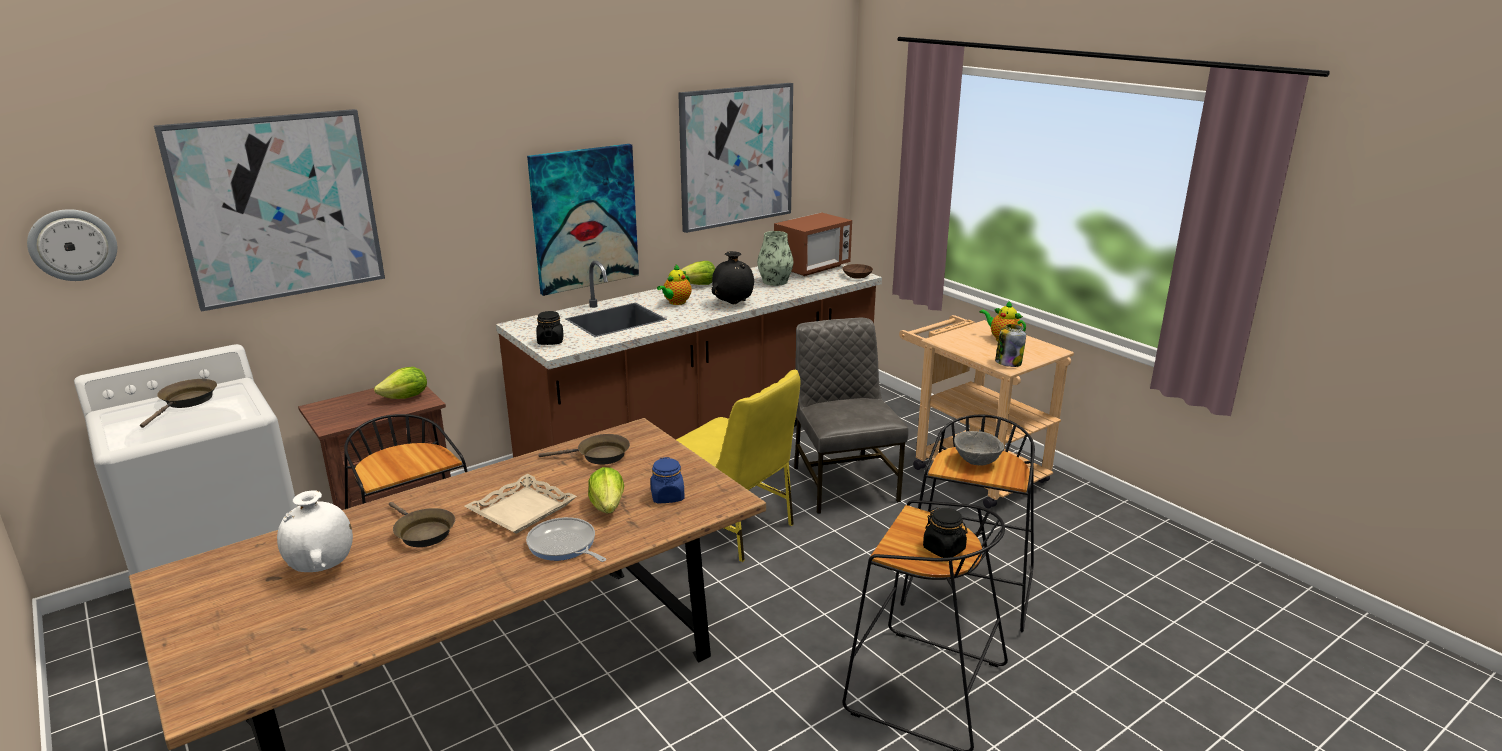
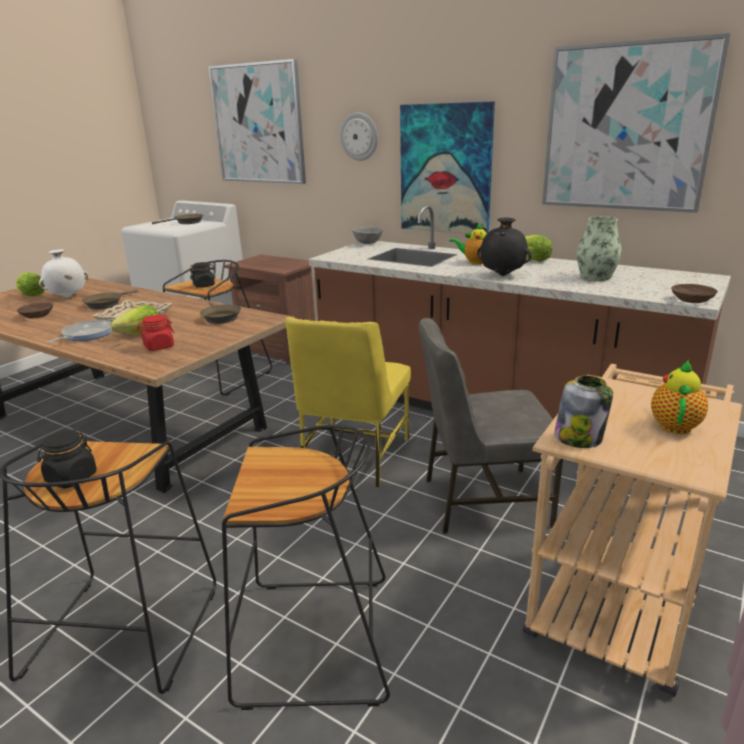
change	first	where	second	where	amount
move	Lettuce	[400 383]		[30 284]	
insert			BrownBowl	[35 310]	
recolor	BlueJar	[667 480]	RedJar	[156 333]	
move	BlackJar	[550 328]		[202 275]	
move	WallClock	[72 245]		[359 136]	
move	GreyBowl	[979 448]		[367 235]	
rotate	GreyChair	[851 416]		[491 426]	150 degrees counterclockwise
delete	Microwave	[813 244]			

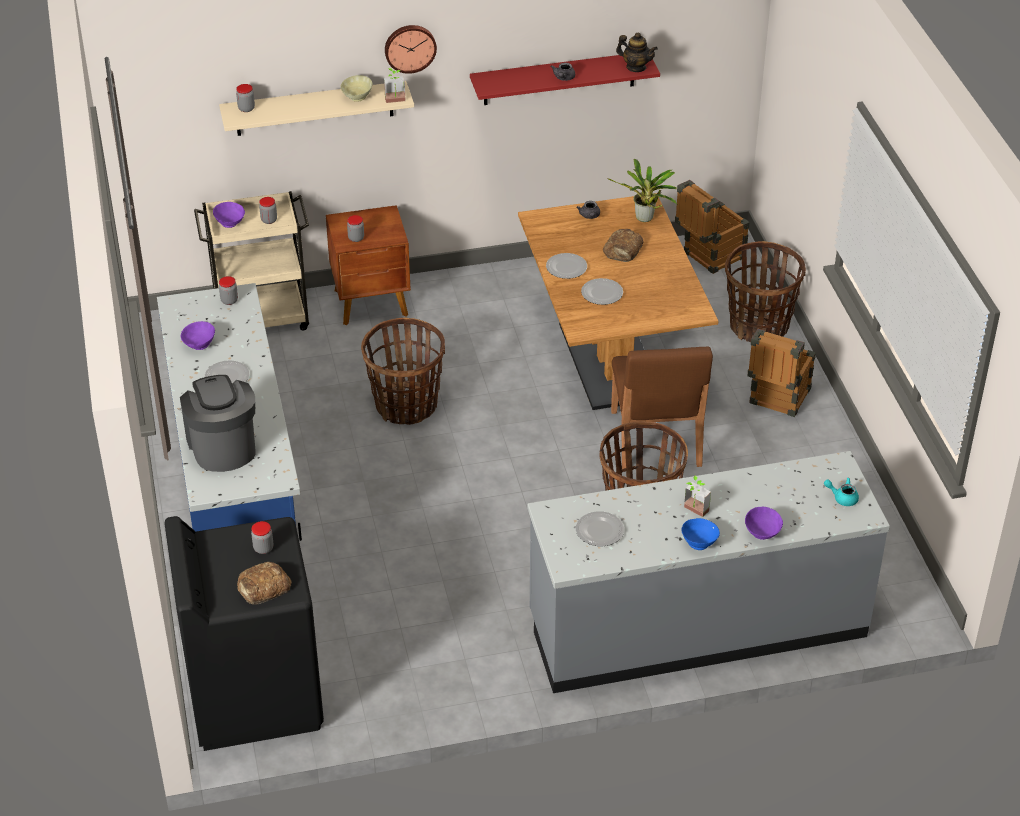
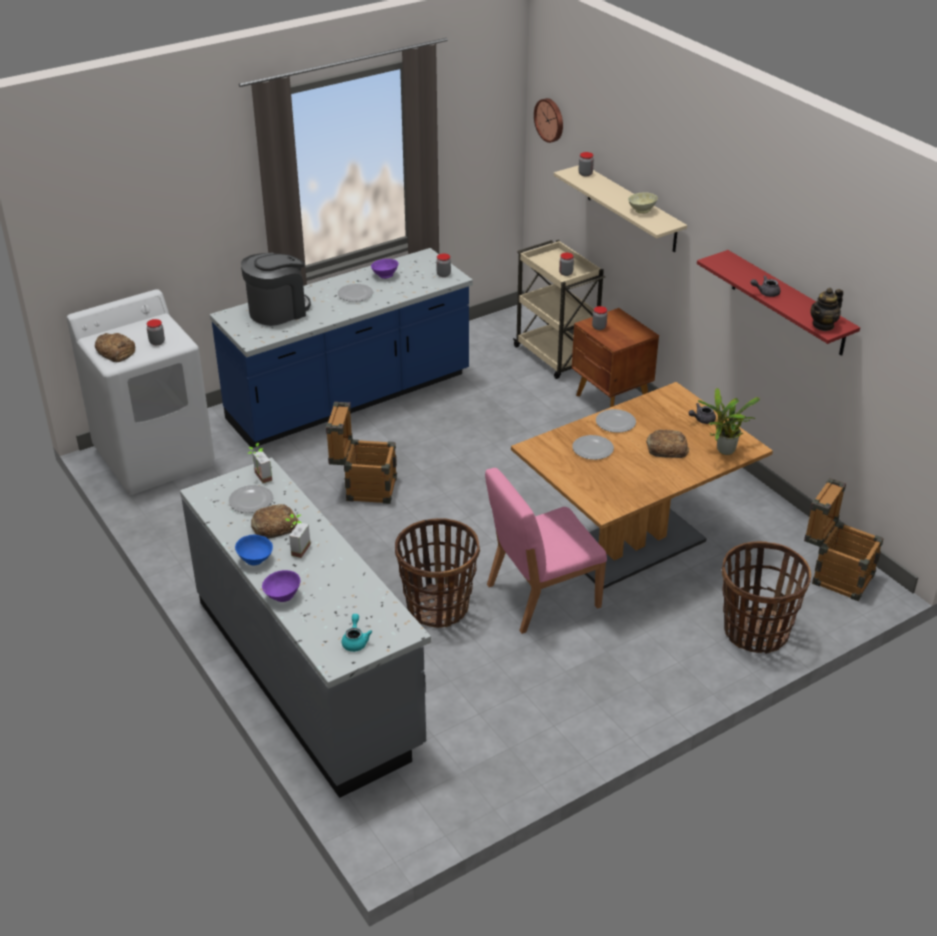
change	first	where	second	where	amount
recolor	BlackWashingMachine	[244 633]	WhiteWashingMachine	[141 392]	
move	PottedPlant	[395 85]		[260 463]	
insert			Bread	[275 521]	
move	Crate	[781 373]		[361 453]	
recolor	BrownChair	[662 408]	PinkChair	[546 551]	
move	WallClock	[411 49]		[548 120]	
rotate	Teapot	[637 52]		[827 309]	45 degrees clockwise
delete	PurpleBowl	[229 215]			
delete	Basket	[403 371]			

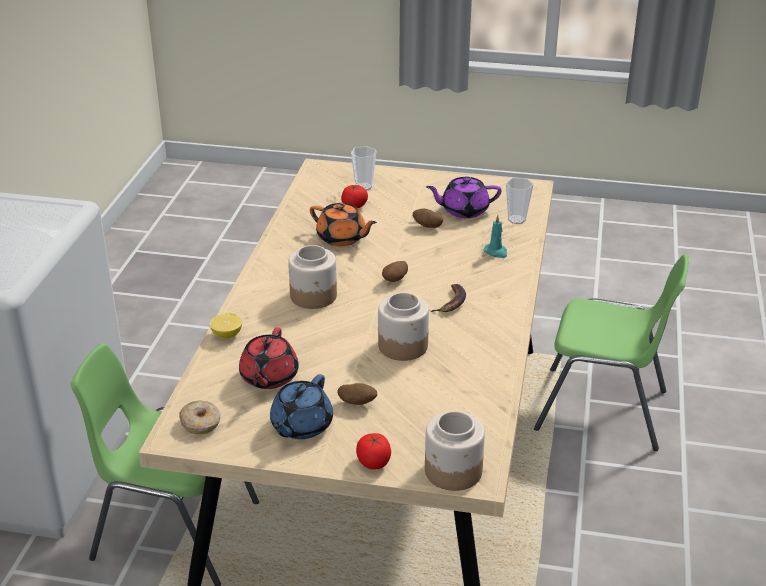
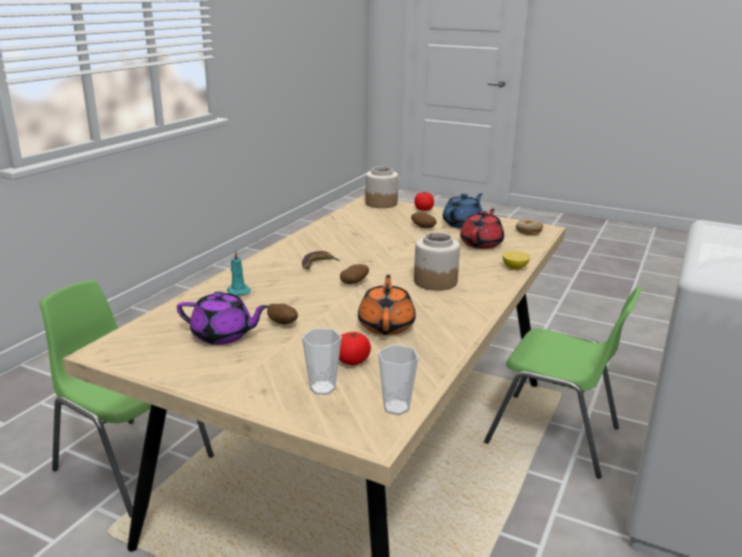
change	first	where	second	where	amount
rotate	OrangeTeapot	[343 224]		[387 305]	45 degrees clockwise
move	Cup	[519 201]		[398 379]	
delete	Jar	[403 326]			

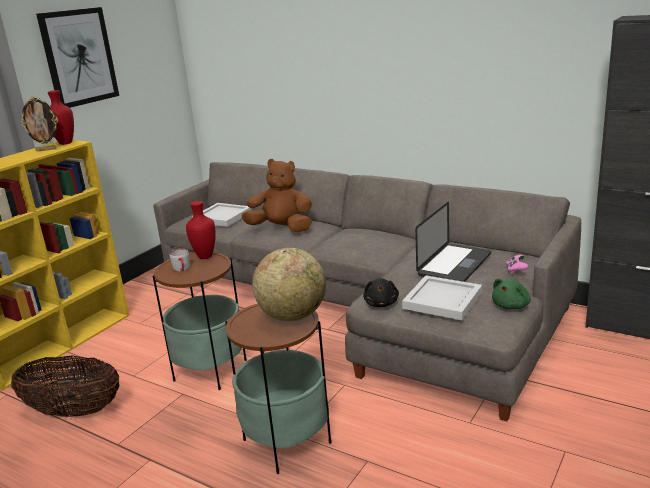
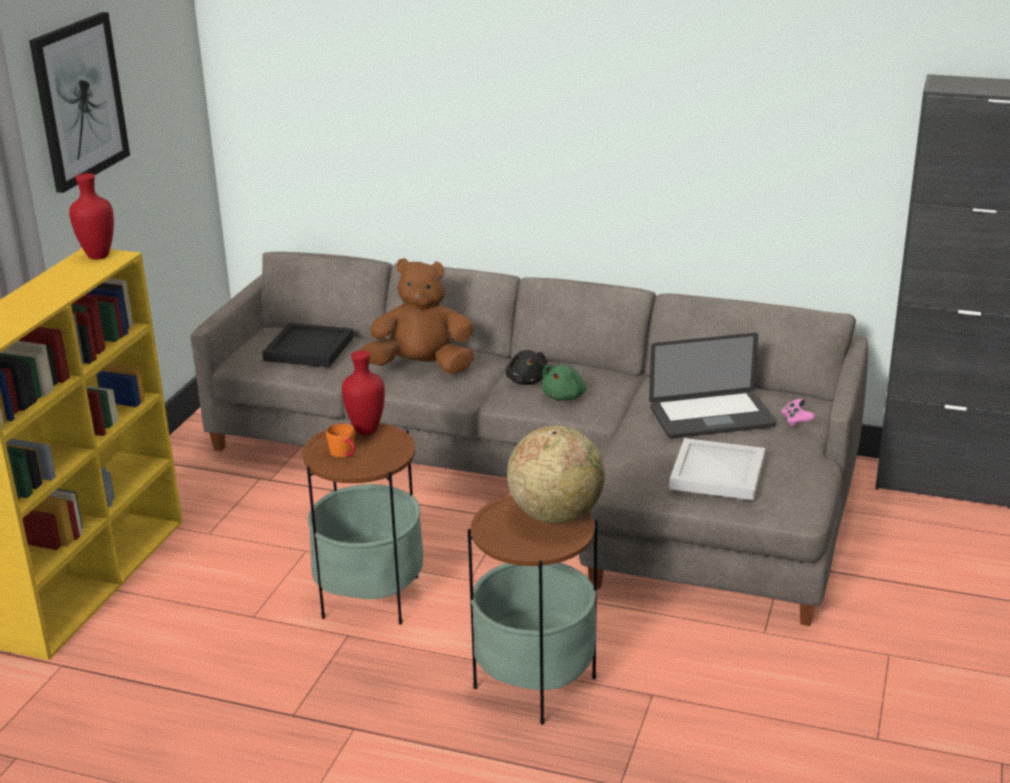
change	first	where	second	where	amount
recolor	WhiteTray	[222 215]	BlackTray	[308 345]	
recolor	GreyMug	[180 260]	OrangeMug	[340 440]	
move	BlackPlushToy	[381 292]		[526 367]	
move	GreenPlushToy	[511 293]		[563 383]	
rotate	Laptop	[453 242]		[712 385]	60 degrees clockwise
delete	Basket	[65 386]			
delete	PictureFrame	[39 123]			

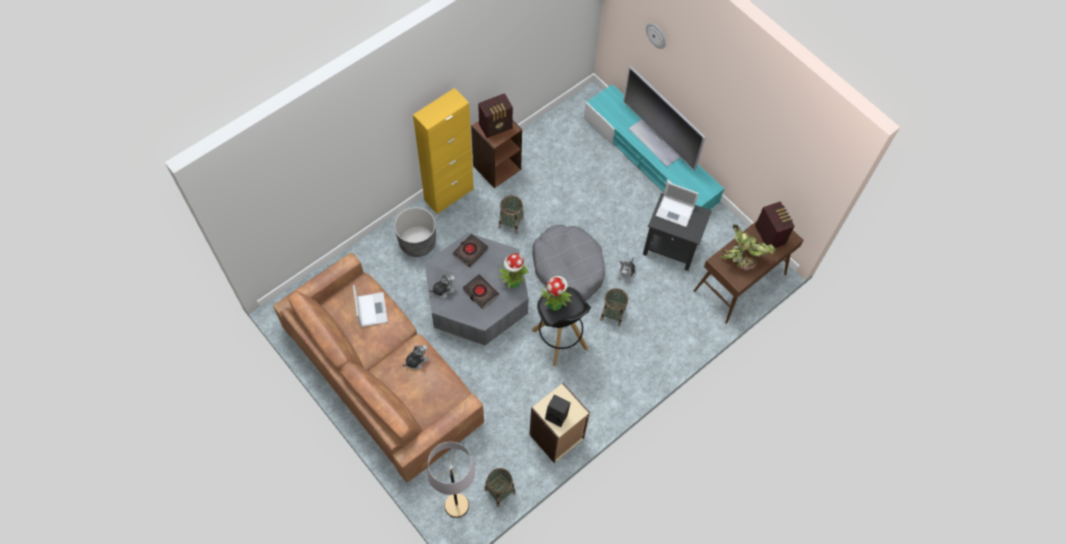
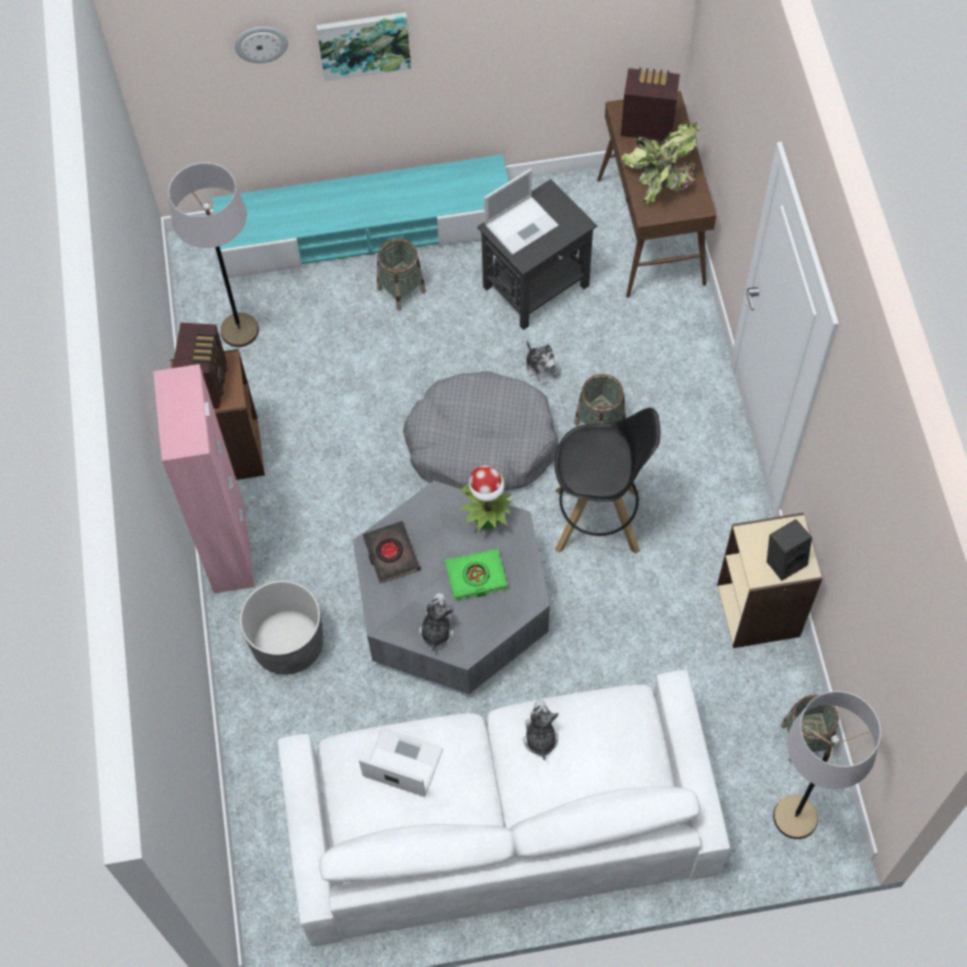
change	first	where	second	where	amount
recolor	YellowCabinet	[443 151]	PinkCabinet	[204 478]	
insert			GreyFloorLamp	[213 254]	
recolor	BrownSofa	[378 367]	WhiteSofa	[504 808]	
insert			Picture	[363 47]	
move	Basket	[511 214]		[401 274]	
recolor	BlackBook	[480 291]	GreenBook	[476 574]	
delete	PottedPlant	[556 293]			
delete	Television	[664 118]			

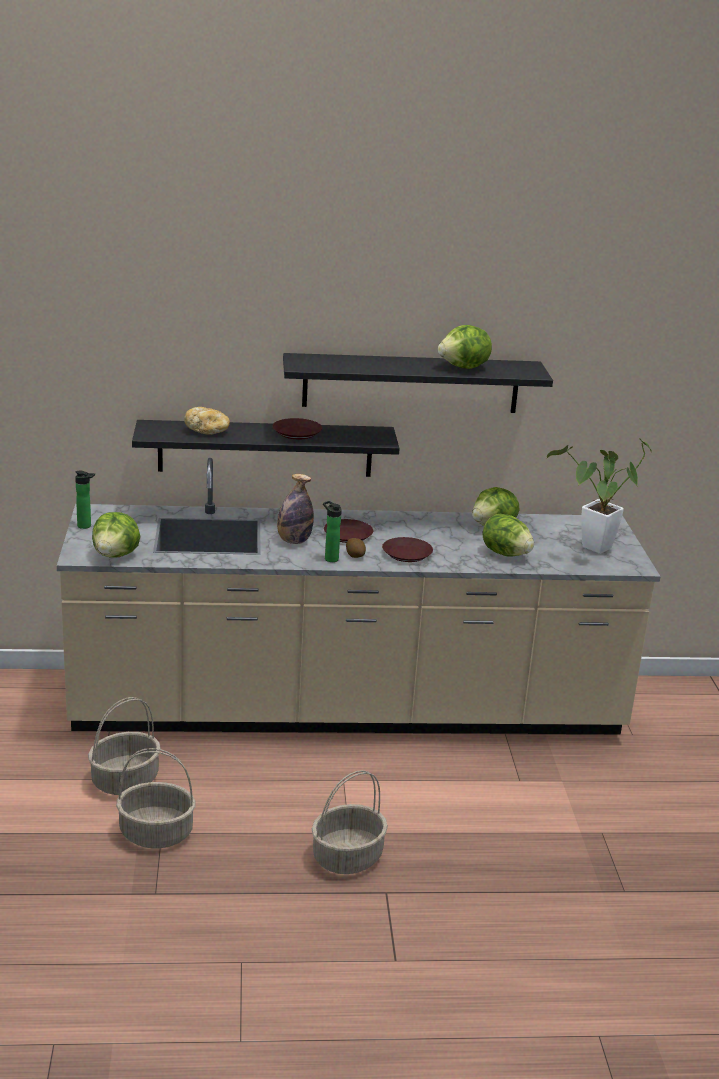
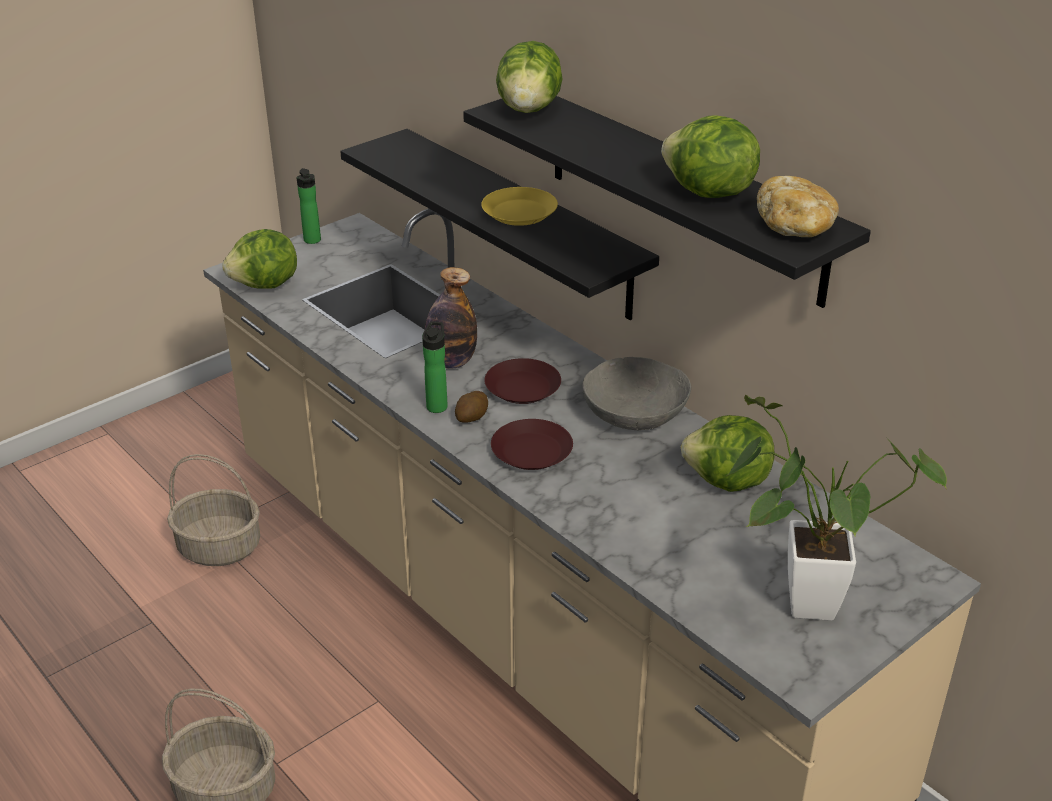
change	first	where	second	where	amount
recolor	BrownPlate	[297 428]	YellowPlate	[519 206]	
move	Lettuce	[508 535]		[529 77]	
insert			GreyBowl	[637 393]	
move	Bread	[207 421]		[798 206]	
delete	Basket	[156 798]			

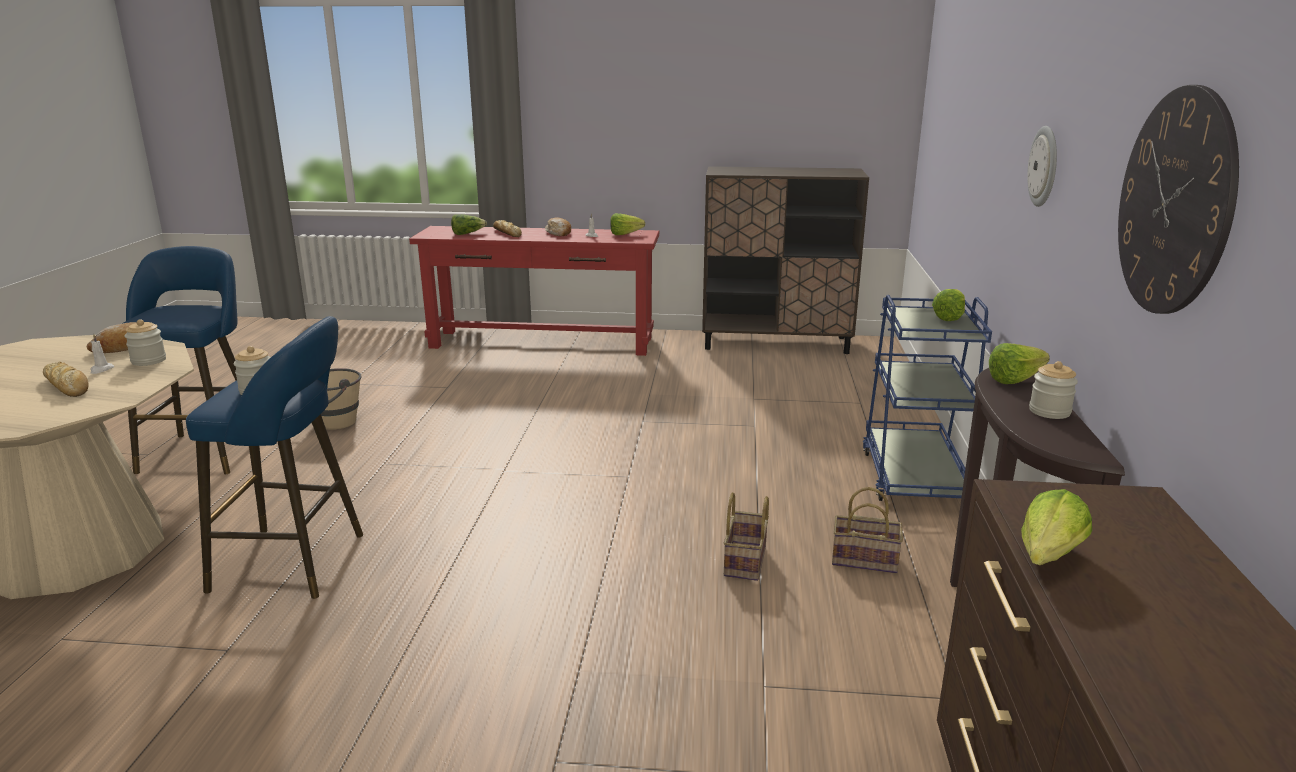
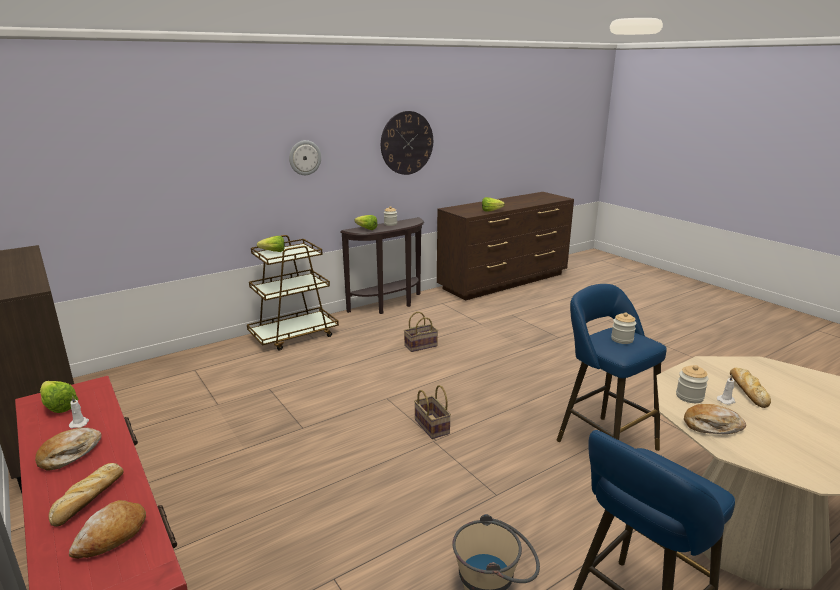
change	first	where	second	where	amount
replace	Lettuce	[469 224]	Bread	[107 529]	
recolor	BlueCart	[927 398]	BrownCart	[293 292]	
move	Basket	[867 530]		[432 412]	

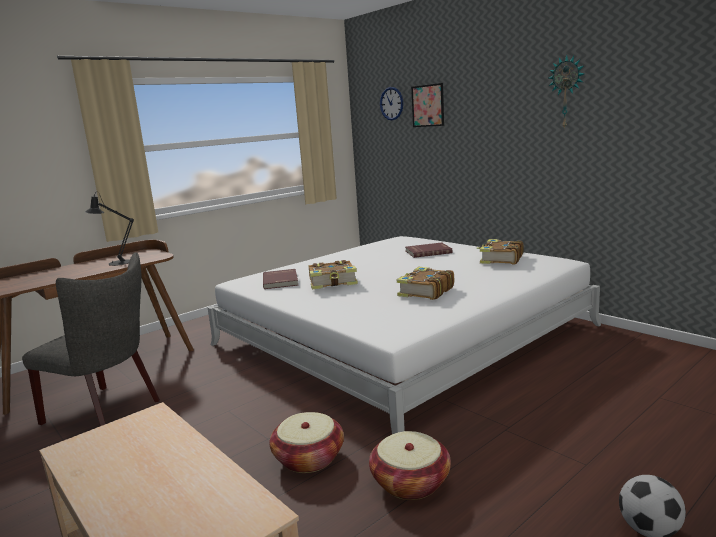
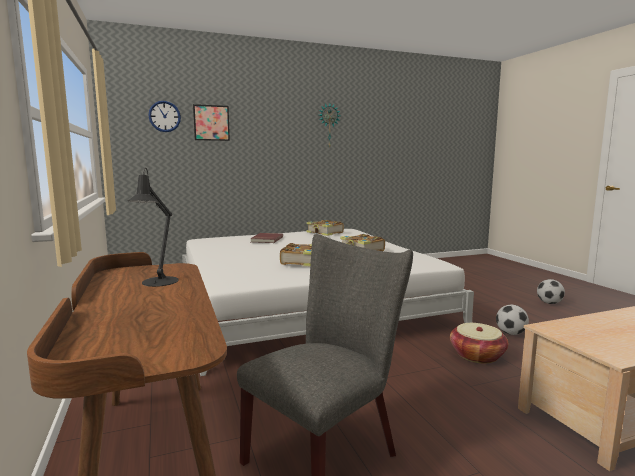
change	first	where	second	where	amount
replace	Basket	[410 465]	Football	[512 320]	
delete	RedBook	[280 279]			

